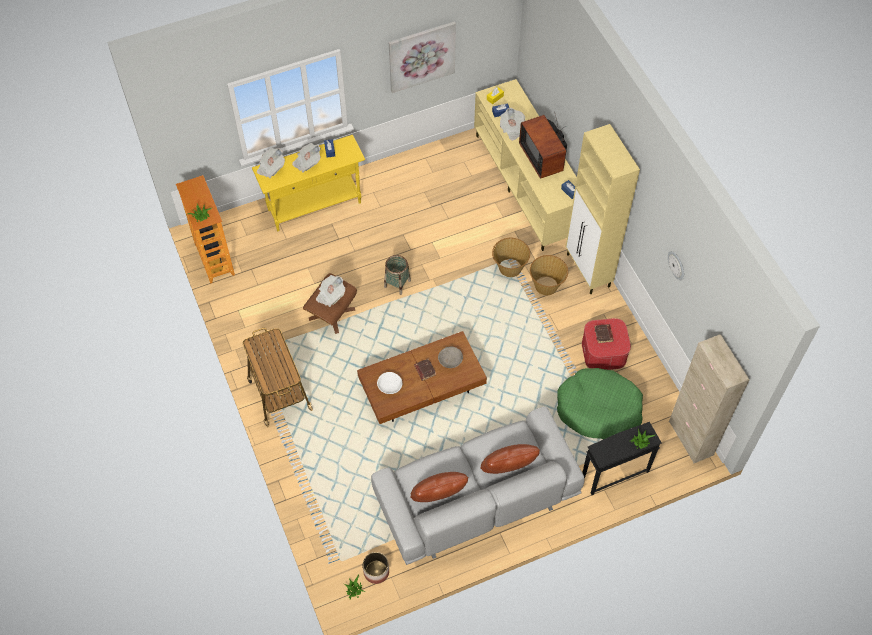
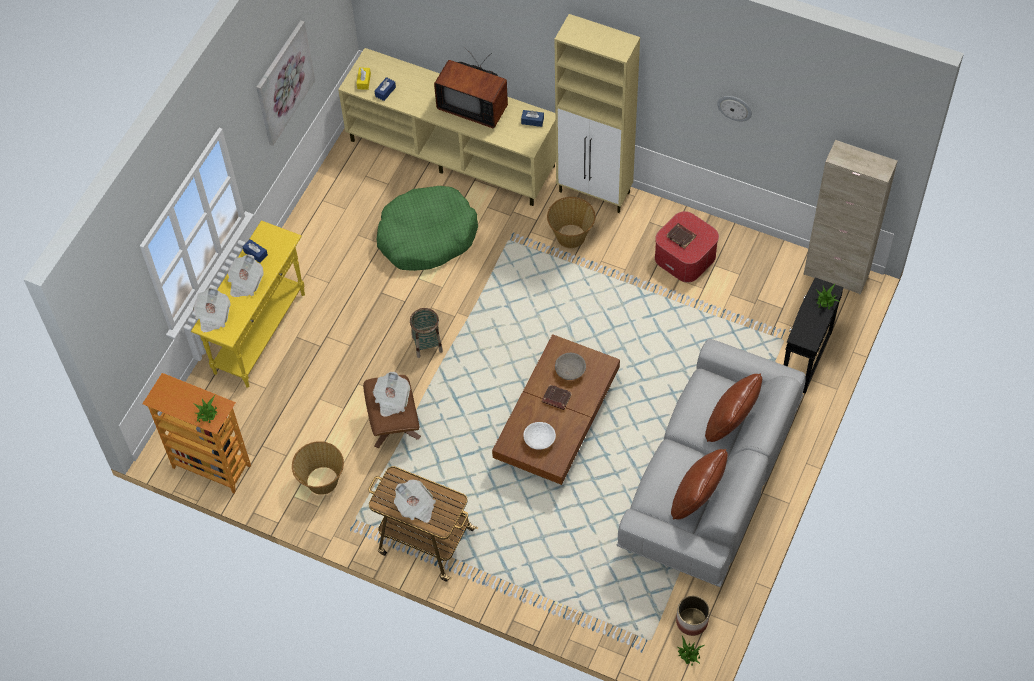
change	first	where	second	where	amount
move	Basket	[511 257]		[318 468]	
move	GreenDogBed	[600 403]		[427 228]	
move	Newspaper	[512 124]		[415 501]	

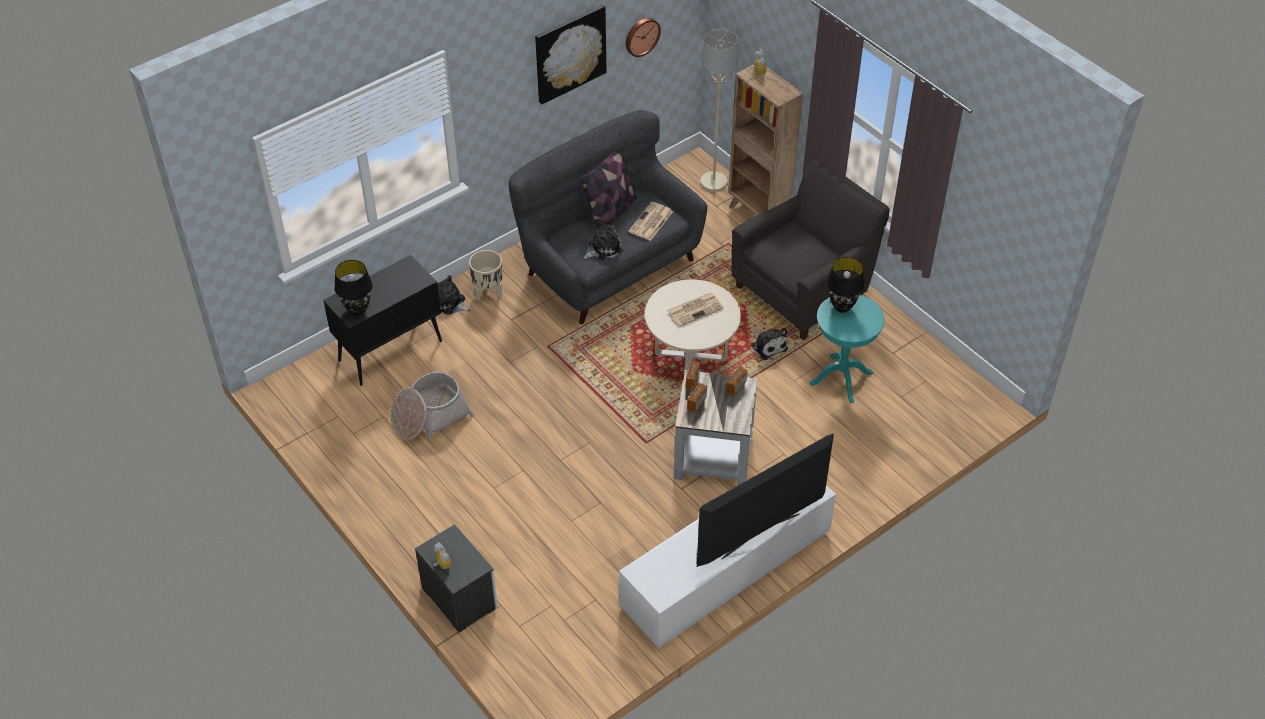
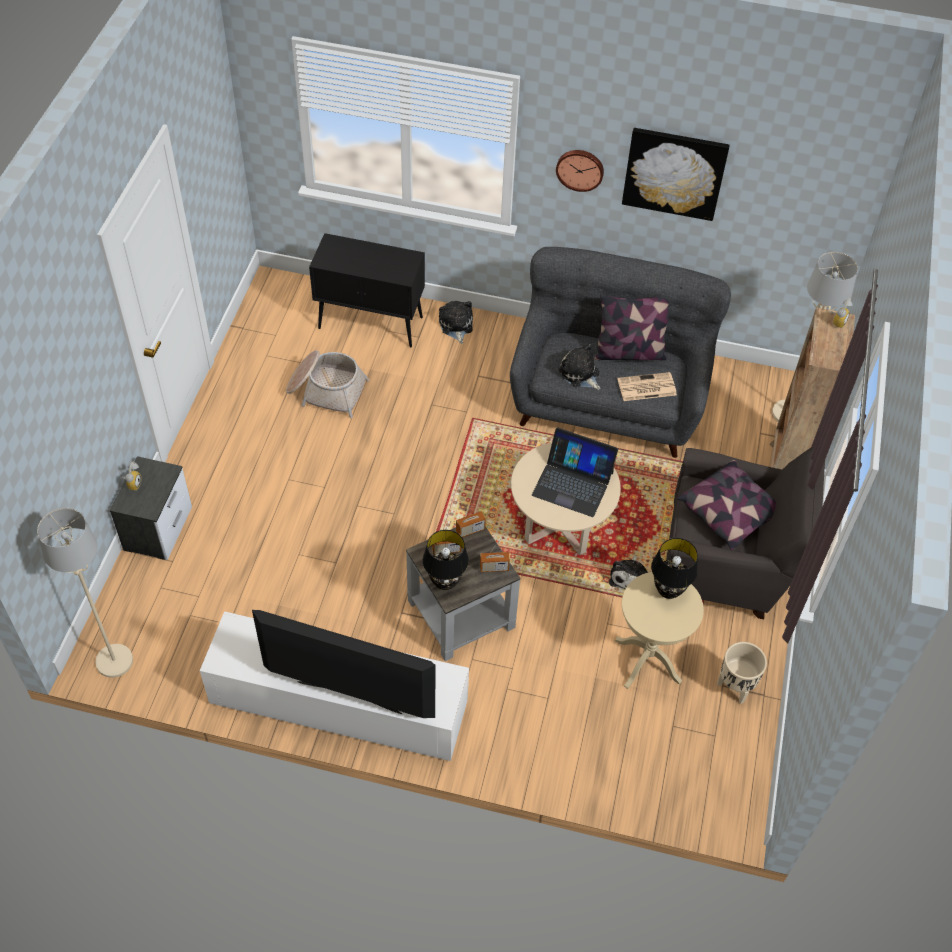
change	first	where	second	where	amount
insert			BeigeFloorLamp	[85 593]	
move	BlackTableLamp	[353 288]		[446 560]	
replace	Newspaper	[695 309]	Laptop	[575 472]	
move	WallClock	[643 37]		[580 171]	
rotate	PlushToy	[603 240]		[580 367]	150 degrees counterclockwise
recolor	TurquoiseSideTable	[847 349]	BeigeSideTable	[659 630]	
insert			Pillow	[726 505]	
move	BeigePlanter	[485 275]		[742 673]	

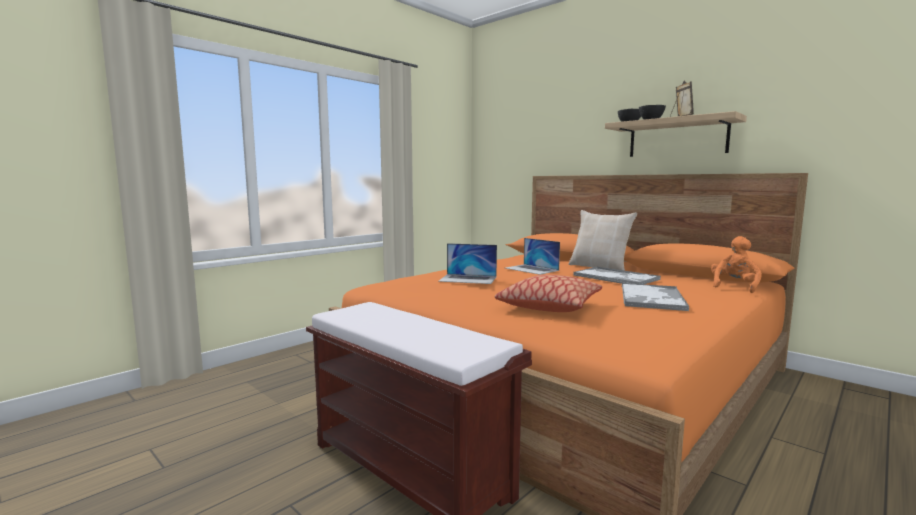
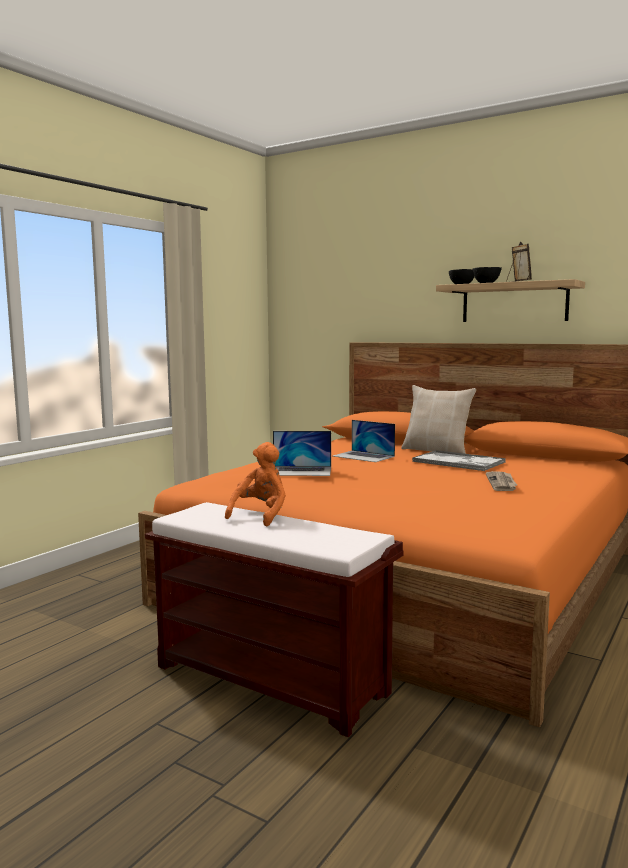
change	first	where	second	where	amount
move	OrangePlushToy	[736 264]		[255 484]	
replace	Tray	[655 297]	Newspaper	[501 481]	
delete	Pillow	[548 293]			

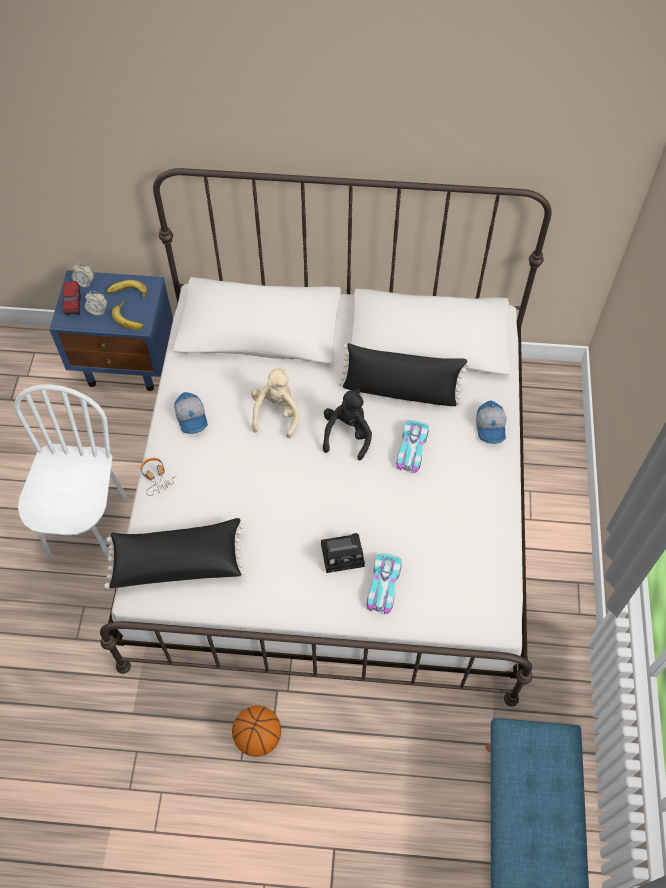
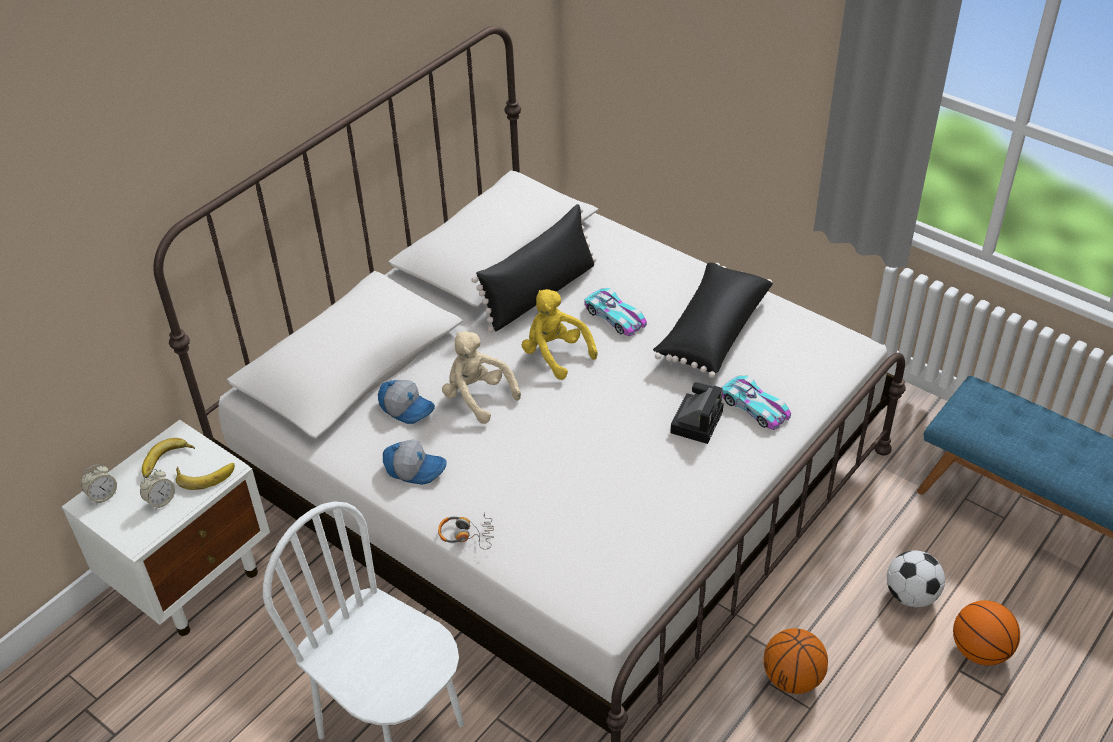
change	first	where	second	where	amount
recolor	BlueNightstand	[111 331]	WhiteNightstand	[166 528]	
move	Cap	[491 422]		[406 402]	
recolor	BlackPlushToy	[347 424]	YellowPlushToy	[560 334]	
move	BlackPillow	[175 553]		[713 320]	
insert			Football	[916 578]	
insert			Basketball	[986 632]	
delete	ToyTruck	[72 298]			

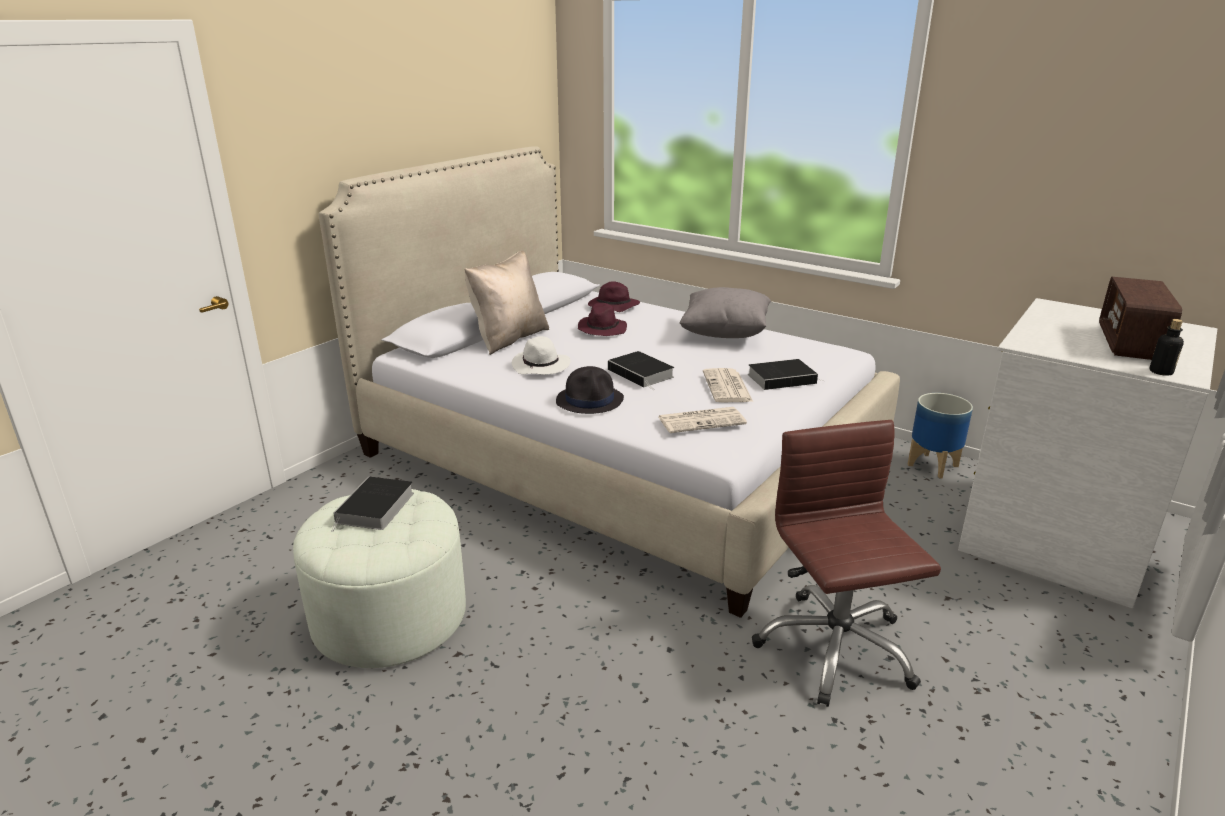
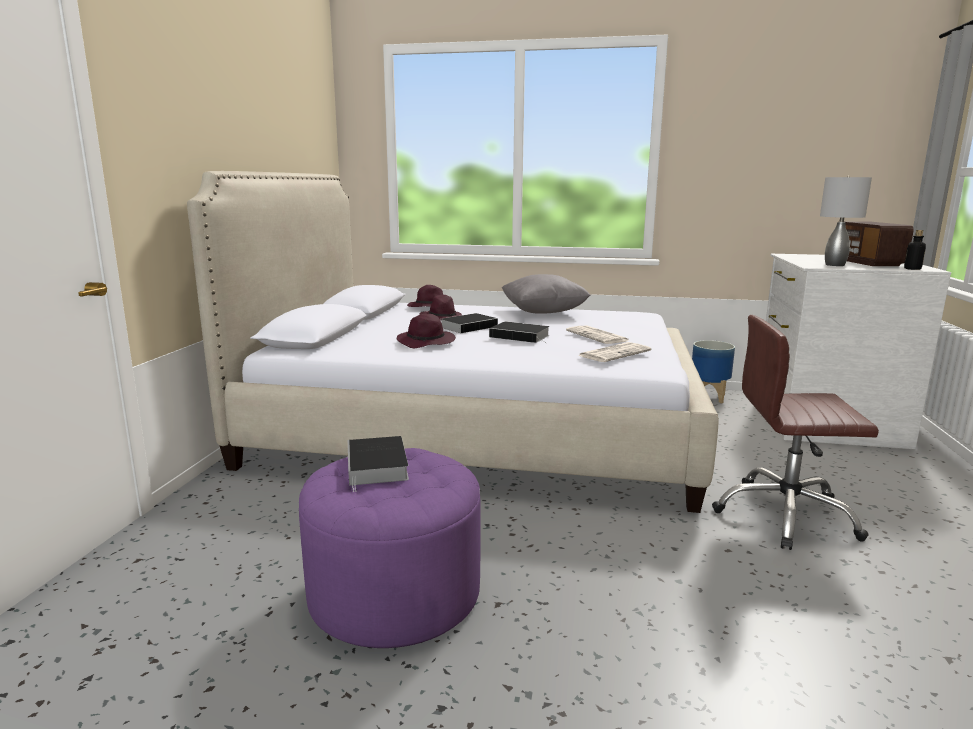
change	first	where	second	where	amount
recolor	WhiteOttoman	[379 578]	PurpleOttoman	[390 548]	
recolor	WhiteHat	[541 355]	PurpleHat	[426 331]	
move	Book	[786 374]		[469 323]	
rotate	BrownOfficeChair	[846 563]		[795 432]	45 degrees counterclockwise
insert			GreyTableLamp	[846 221]	
delete	BeigePillow	[506 303]			
delete	BlackHat	[590 390]			

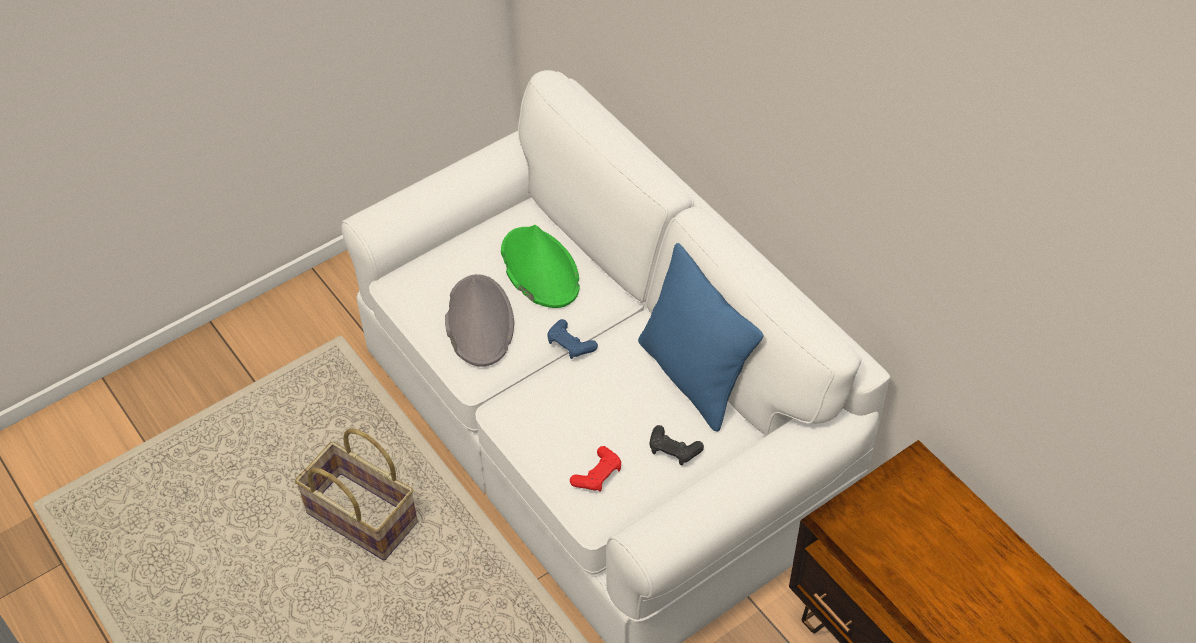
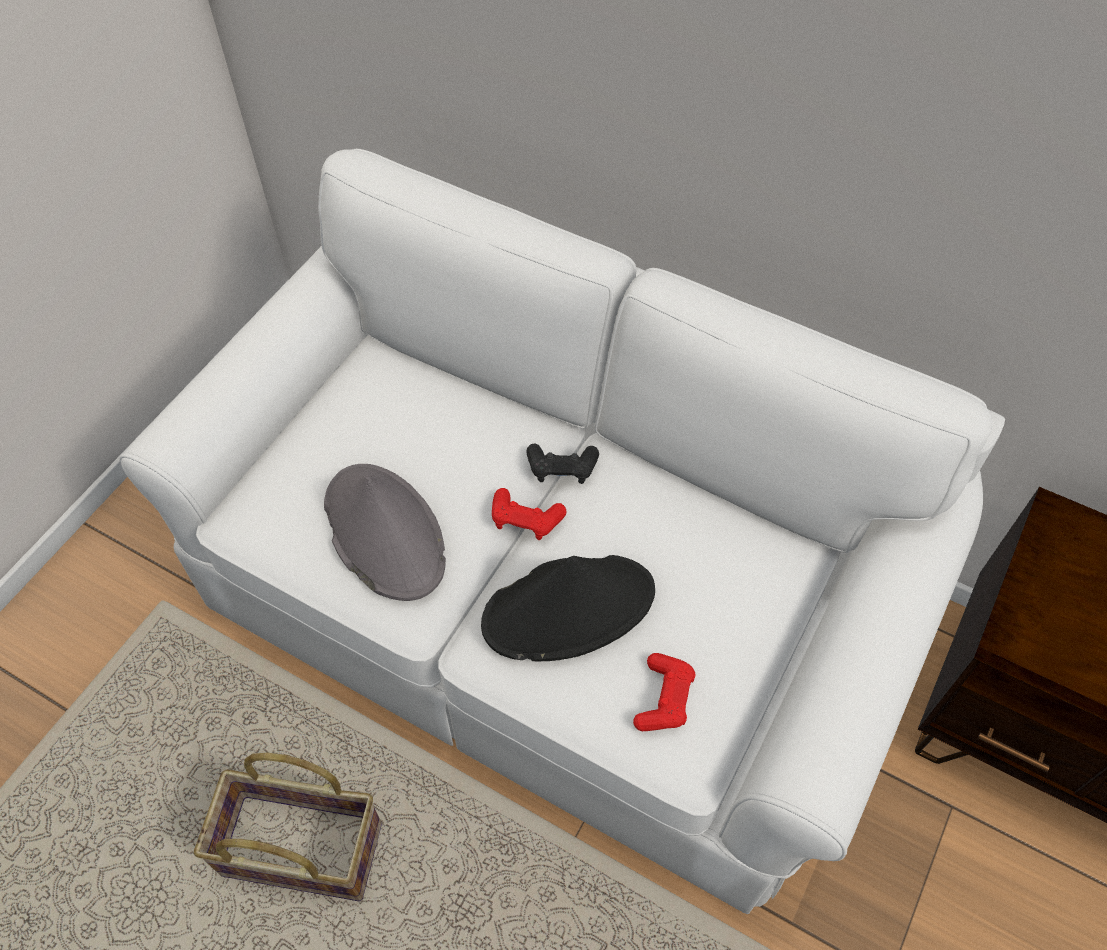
change	first	where	second	where	amount
insert			BlackHat	[568 608]	
recolor	BlueGameController	[572 339]	RedGameController	[529 514]	
move	BlackGameController	[677 445]		[562 463]	
delete	GreenHat	[540 266]			
delete	BluePillow	[700 337]			

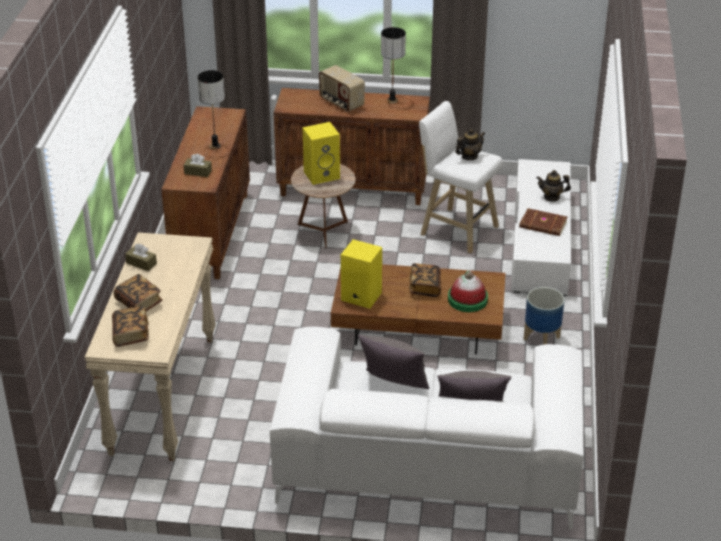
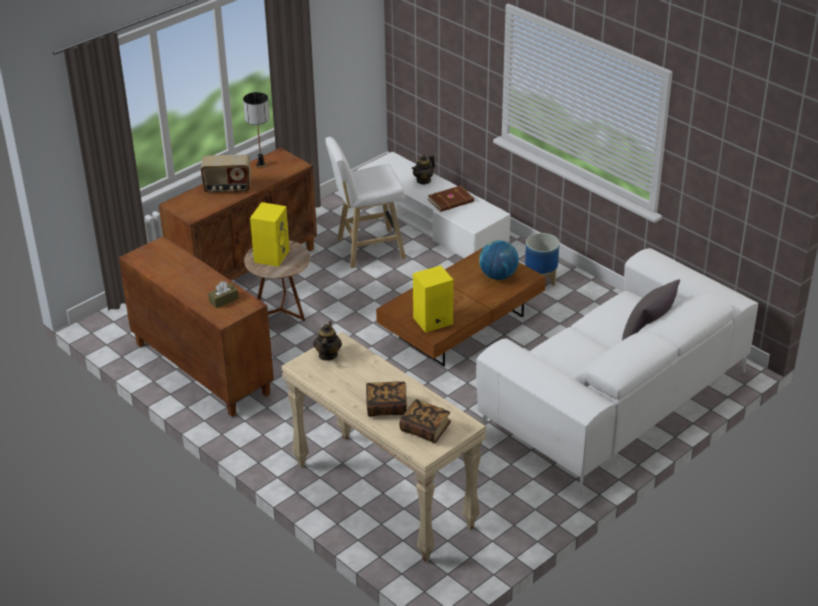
change	first	where	second	where	amount
move	Teapot	[470 144]		[327 341]	
replace	Hat	[468 291]	Globe	[499 260]	
delete	BrownTissueBox	[141 257]			
delete	TableLamp	[211 110]			
delete	GreyPillow	[393 362]			
delete	Book	[425 280]			

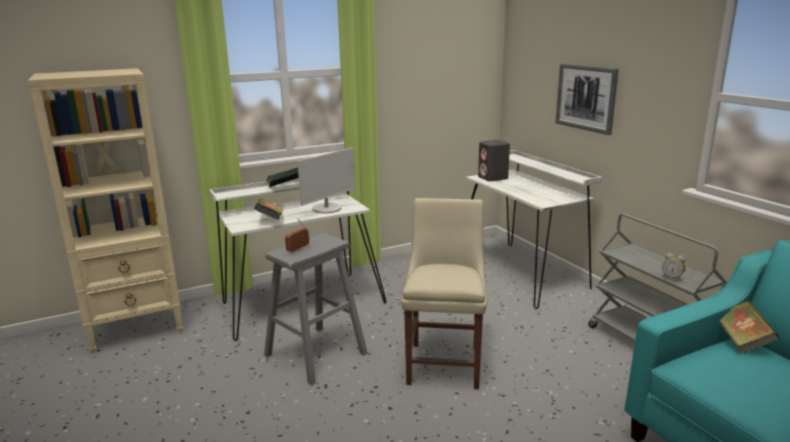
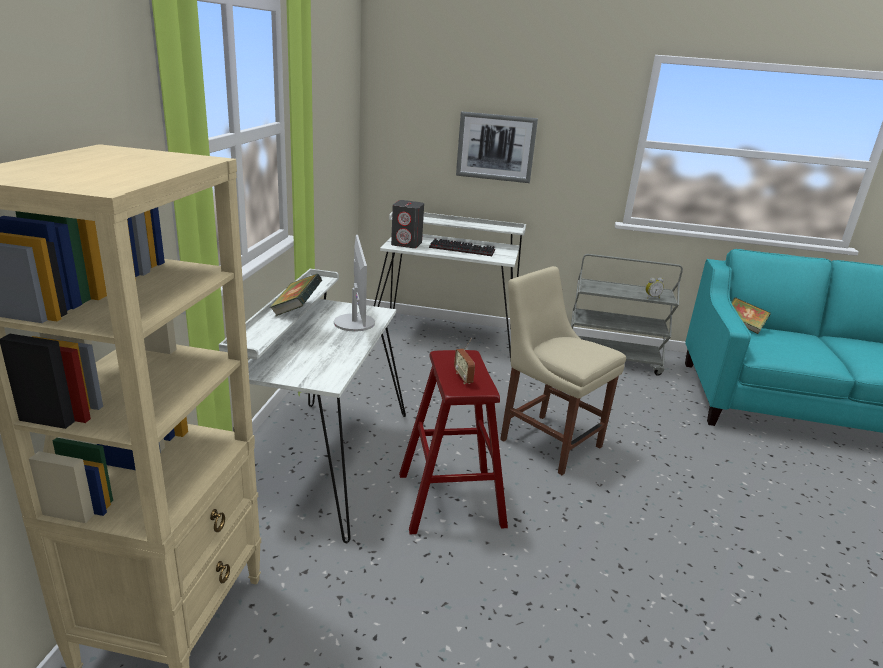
change	first	where	second	where	amount
recolor	GreyStool	[316 309]	RedStool	[453 442]	
insert			Keyboard	[462 247]	
delete	Book	[268 209]			

